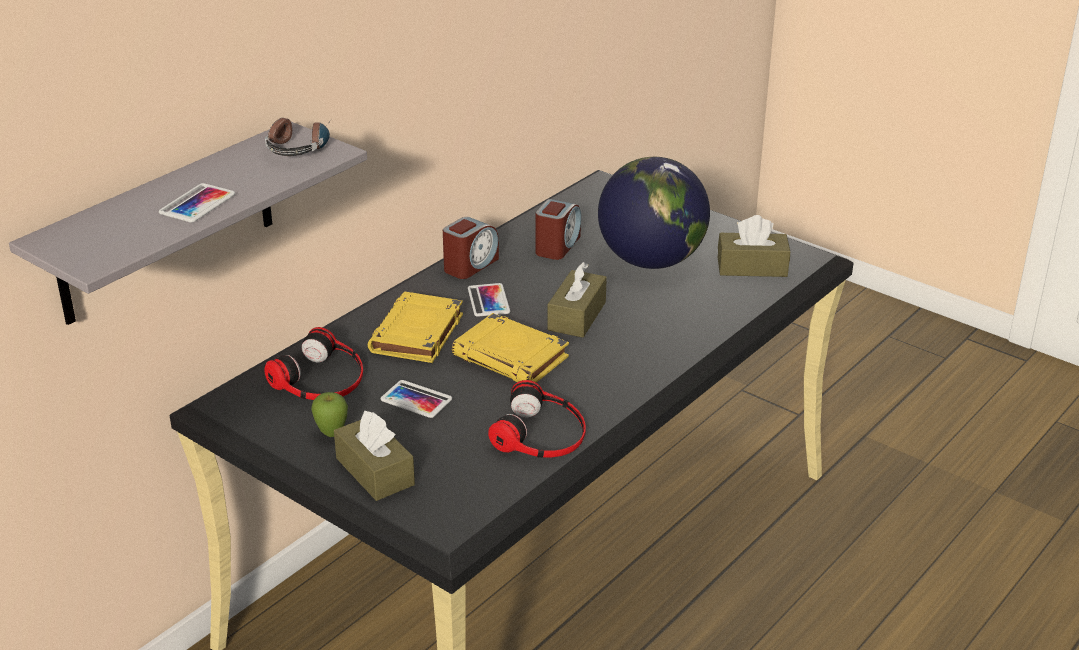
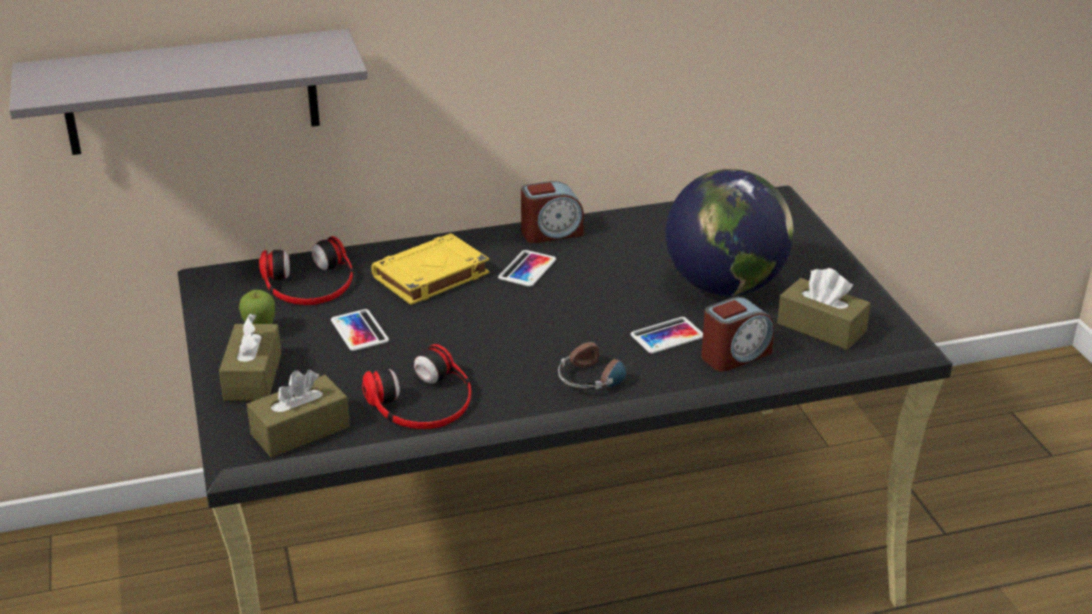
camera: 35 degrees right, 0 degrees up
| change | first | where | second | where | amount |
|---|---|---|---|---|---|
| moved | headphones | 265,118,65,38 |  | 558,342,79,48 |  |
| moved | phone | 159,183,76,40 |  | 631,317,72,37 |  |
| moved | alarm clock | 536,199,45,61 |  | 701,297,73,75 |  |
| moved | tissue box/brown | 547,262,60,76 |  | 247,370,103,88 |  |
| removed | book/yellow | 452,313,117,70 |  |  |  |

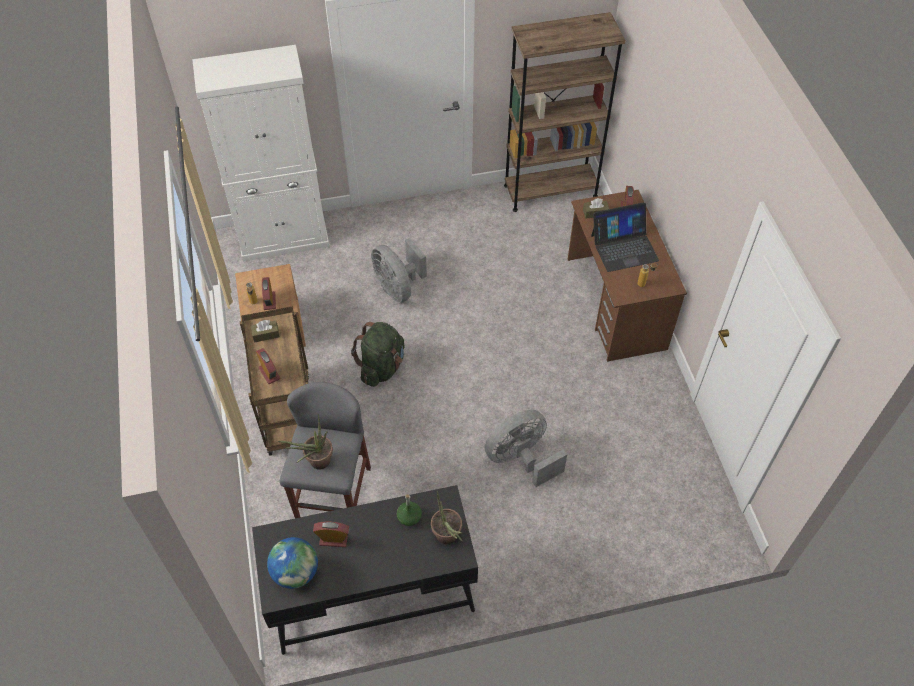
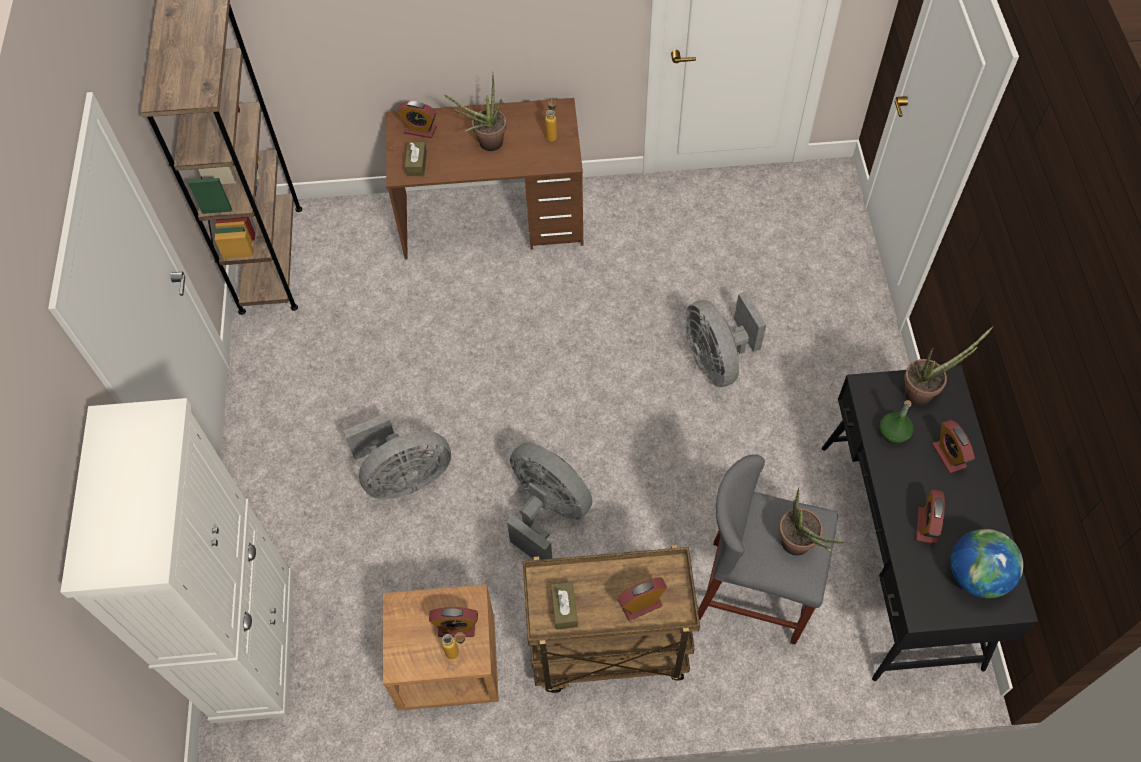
camera: 80 degrees left, 5 degrees up
| change | first | where | second | where | amount |
|---|---|---|---|---|---|
| replaced | laptop | 591,202,68,70 | potted plant | 444,71,63,80 |  |
| replaced | backpack/green | 351,322,54,65 | fan/grey | 507,442,86,118 |  |
| added |  |  | alarm clock | 932,420,43,53 |  |

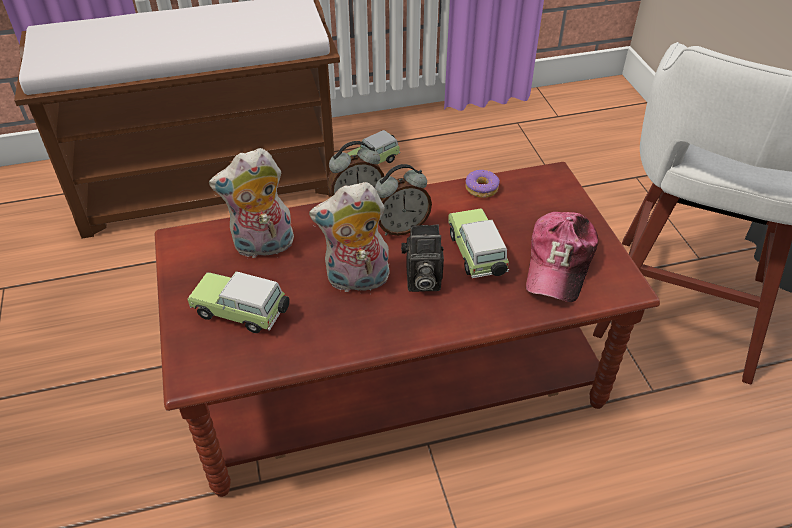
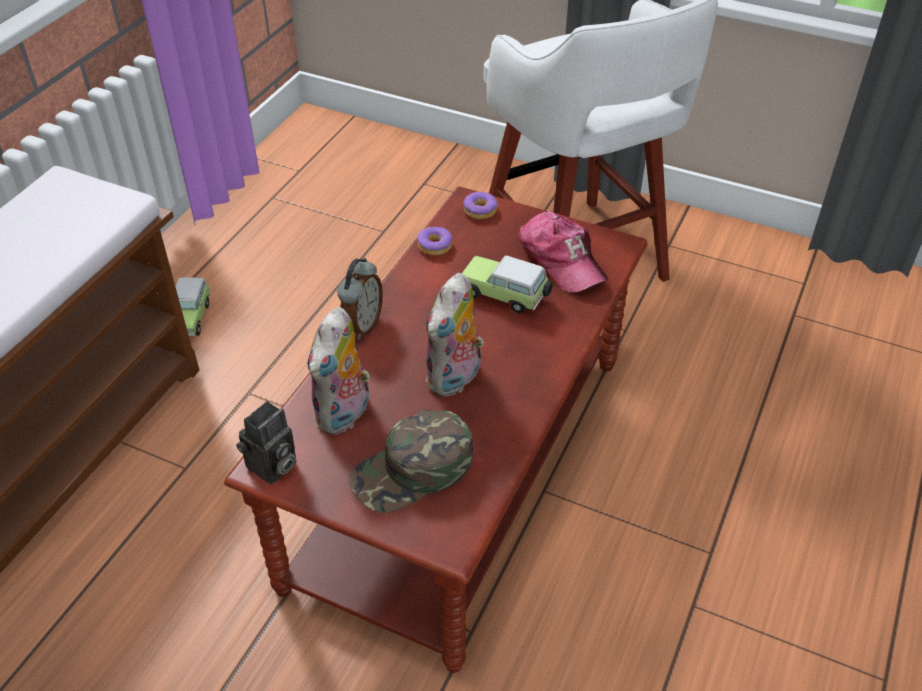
camera: 50 degrees left, 0 degrees up
| change | first | where | second | where | amount |
|---|---|---|---|---|---|
| removed | alarm clock | 375,164,57,72 |  |  |  |
| moved | photo camera | 401,224,43,68 |  | 236,401,61,83 |  |
| replaced | toy car | 187,272,102,61 | cap/green | 349,410,125,103 |  |
| added |  |  | donut | 463,192,35,27 |  |

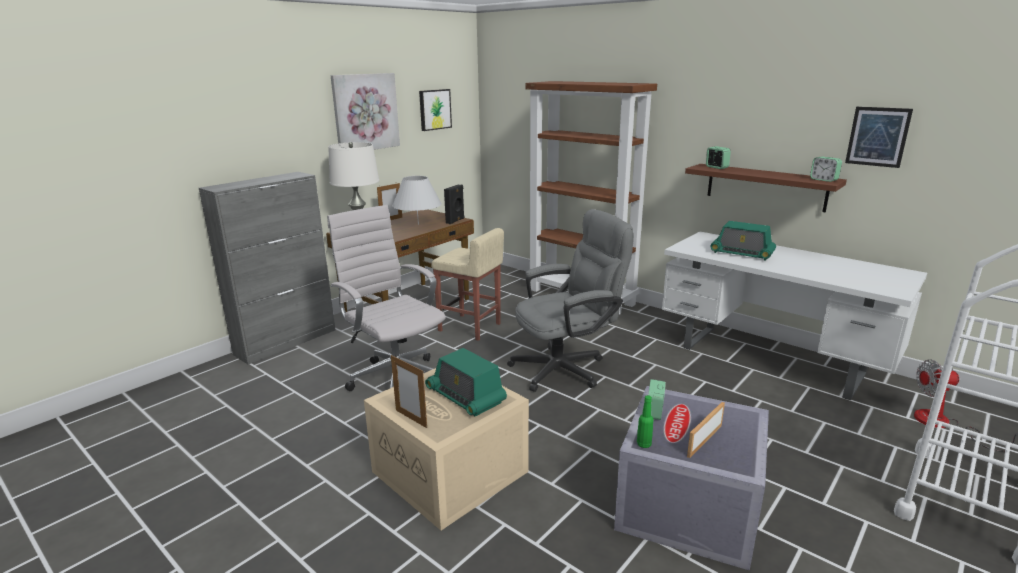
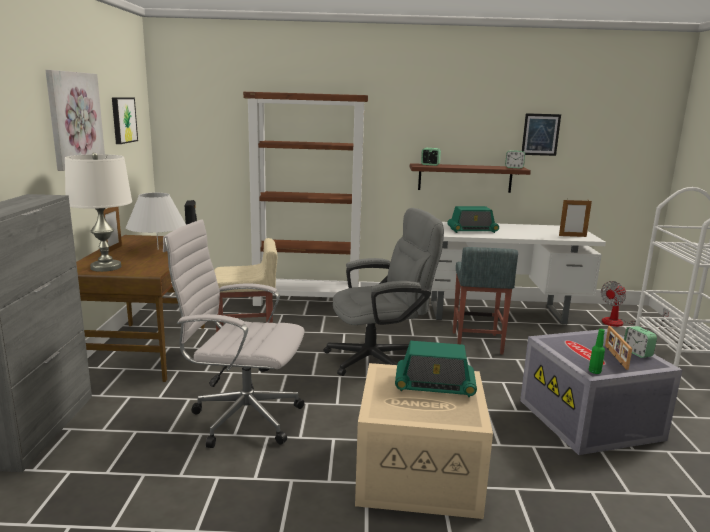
camera: 40 degrees left, 5 degrees down
| change | first | where | second | where | amount |
|---|---|---|---|---|---|
| turned | office chair/grey | 507,209,127,183 |  | 323,208,121,168 | 45 degrees clockwise |
| moved | picture frame | 391,355,36,73 |  | 559,199,33,38 |  |
| moved | alarm clock | 648,379,18,41 |  | 624,326,33,32 |  |
| added |  |  | stool/grey | 453,247,65,107 |  |

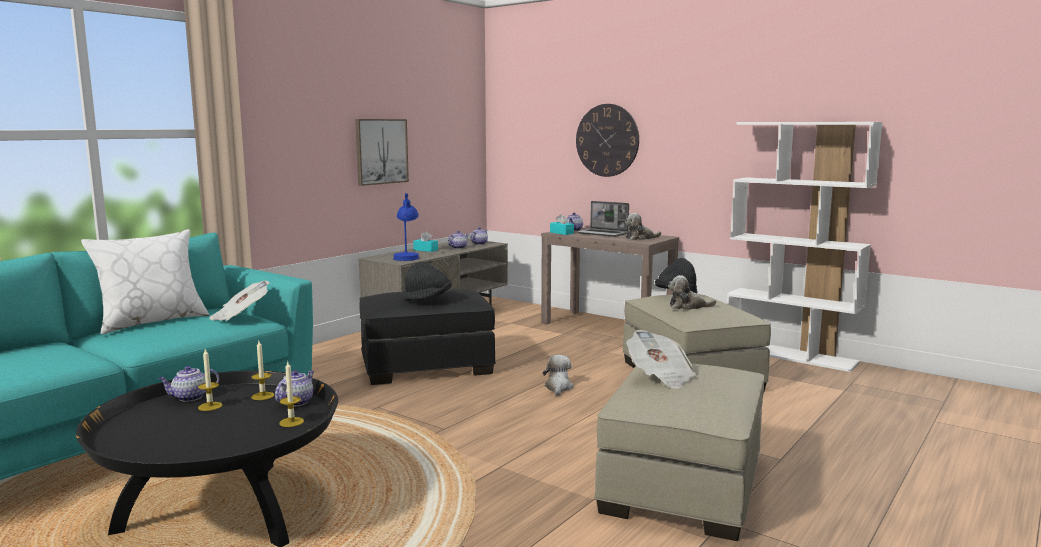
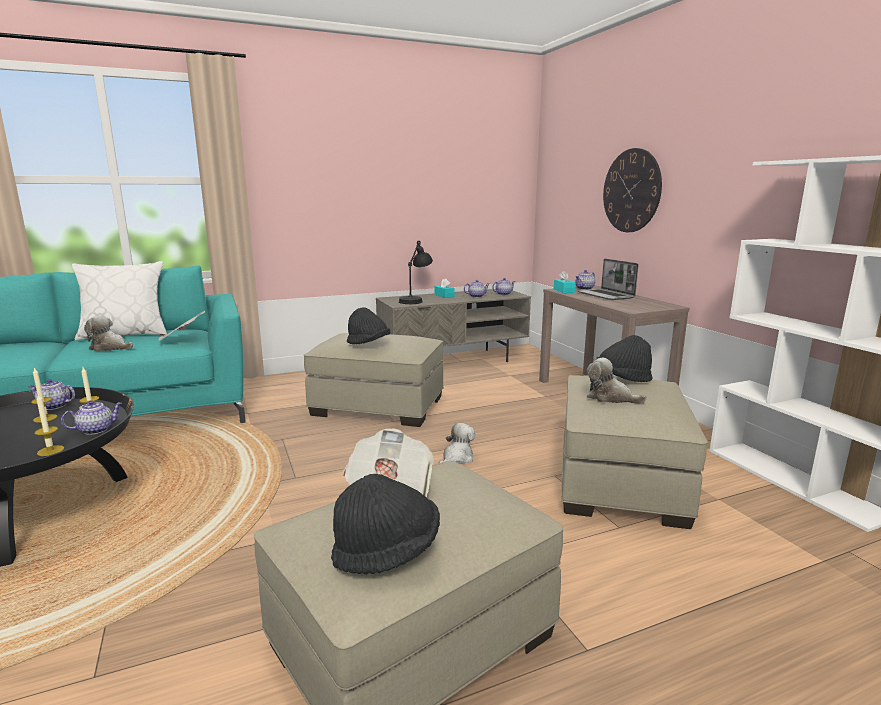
camera: 30 degrees right, 5 degrees up
| change | first | where | second | where | amount |
|---|---|---|---|---|---|
| removed | picture | 355,119,54,67 |  |  |  |
| recoloured | table lamp/blue | 393,193,26,68 | table lamp/black | 399,241,34,63 |  |
| moved | plush toy | 625,213,36,27 |  | 84,315,49,36 |  |
| recoloured | ottoman/black | 359,289,137,96 | ottoman/beige | 304,333,140,94 |  |
| added |  |  | hat/black | 331,474,109,100 |  |

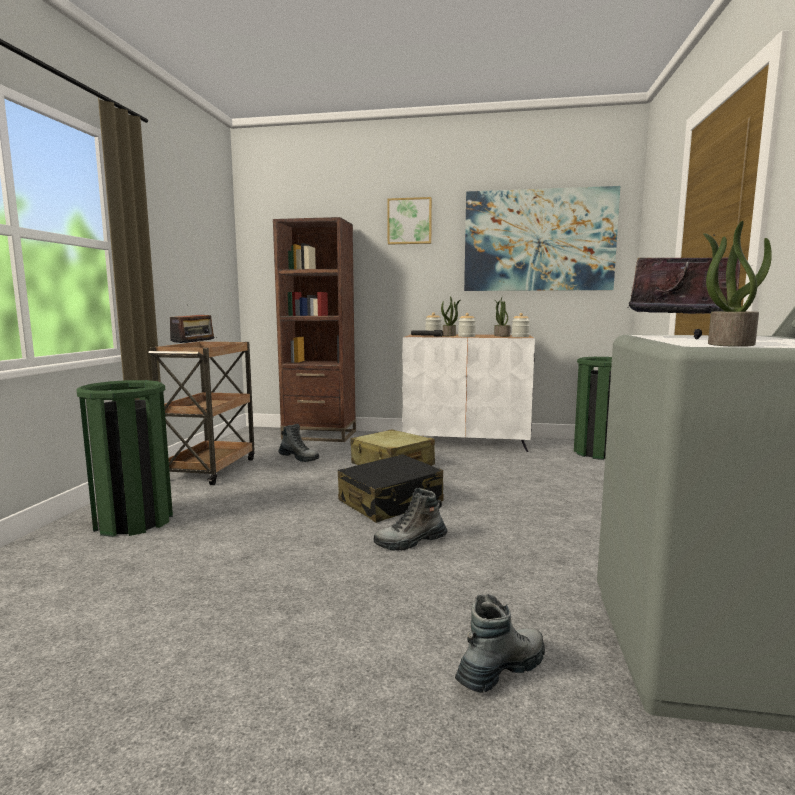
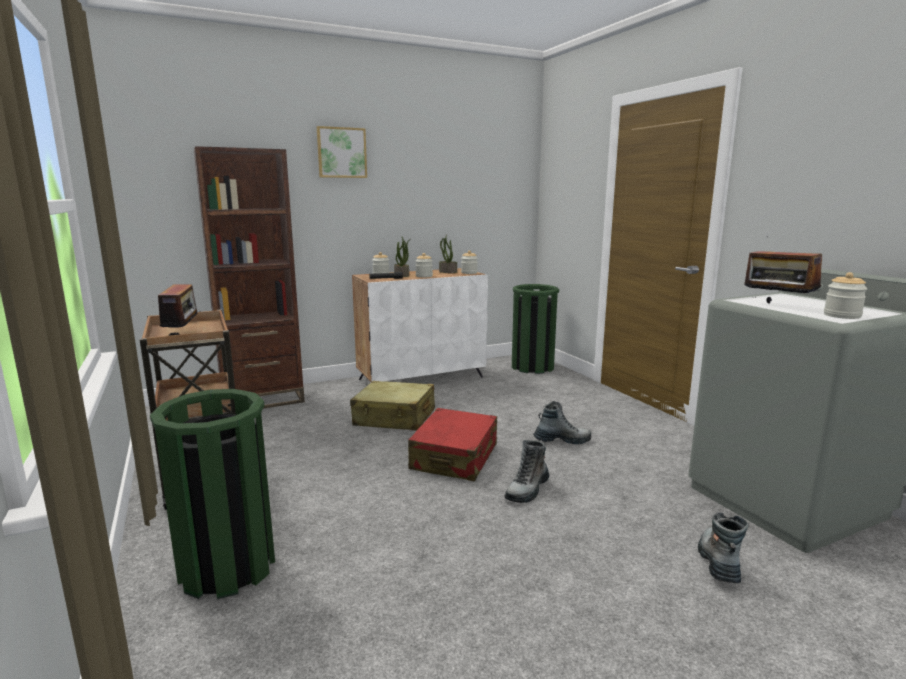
camera: 35 degrees left, 5 degrees up
| change | first | where | second | where | amount |
|---|---|---|---|---|---|
| removed | picture | 464,186,156,105 |  |  |  |
| replaced | potted plant | 703,221,69,126 | jar | 824,272,44,47 |  |
| turned | radio | 627,234,126,105 |  | 744,236,78,68 | 120 degrees counterclockwise |
| moved | boot | 279,424,40,38 |  | 533,401,58,43 |  |
| recoloured | suitcase/black | 338,454,106,69 | suitcase/red | 408,408,89,73 |  |

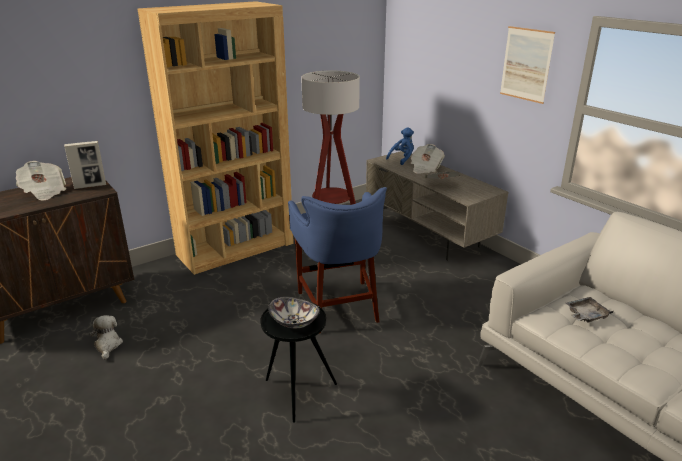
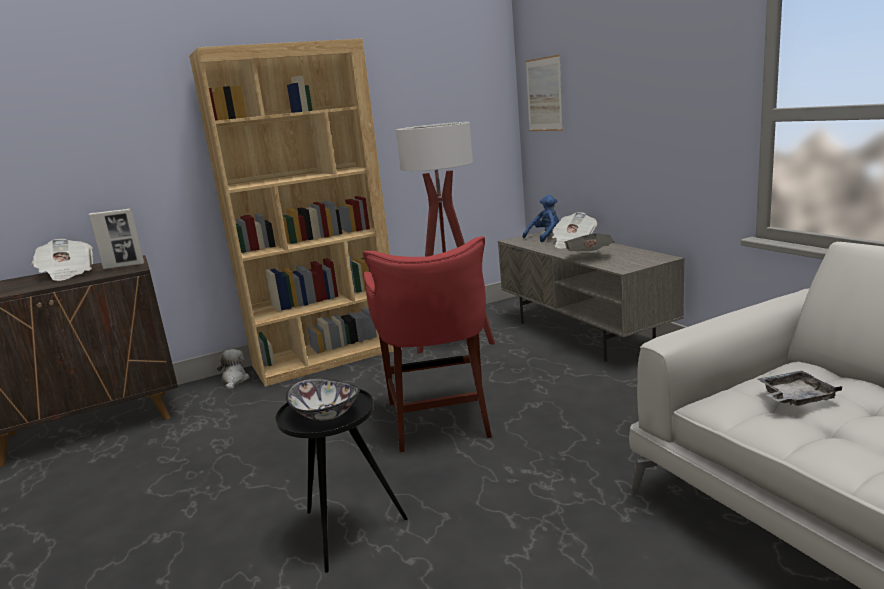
camera: 10 degrees right, 10 degrees down
| change | first | where | second | where | amount |
|---|---|---|---|---|---|
| moved | picture | 500,26,55,78 |  | 525,55,38,76 |  |
| recoloured | stool/blue | 288,187,99,147 | stool/red | 363,236,129,217 |  |
| moved | plush toy | 90,315,33,45 |  | 217,349,33,41 |  |

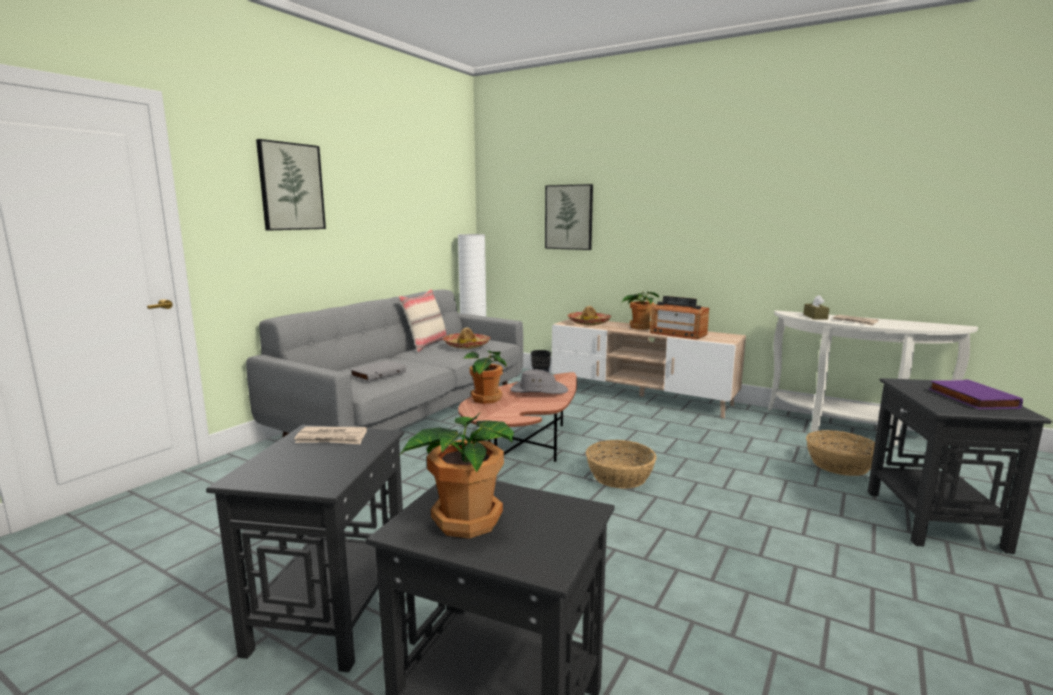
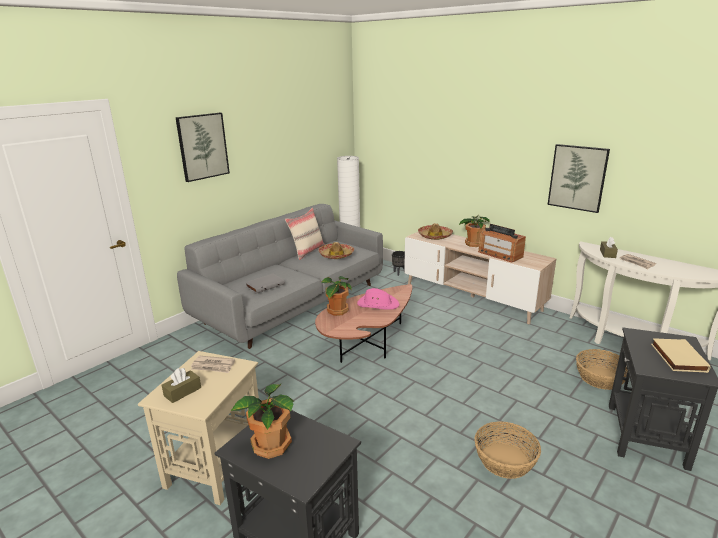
camera: 10 degrees right, 10 degrees up
| change | first | where | second | where | amount |
|---|---|---|---|---|---|
| moved | picture | 545,184,48,66 |  | 548,144,62,69 |  |
| recoloured | hat/grey | 510,369,58,25 | hat/pink | 357,288,42,22 |  |
| recoloured | book/purple | 929,379,94,30 | book/beige | 651,338,59,35 |  |
| recoloured | side table/black | 206,425,198,247 | side table/beige | 138,351,121,154 |  |
| moved | basket | 586,440,71,49 |  | 474,422,67,57 |  |
| added |  |  | tissue box/brown | 161,368,40,35 |  |

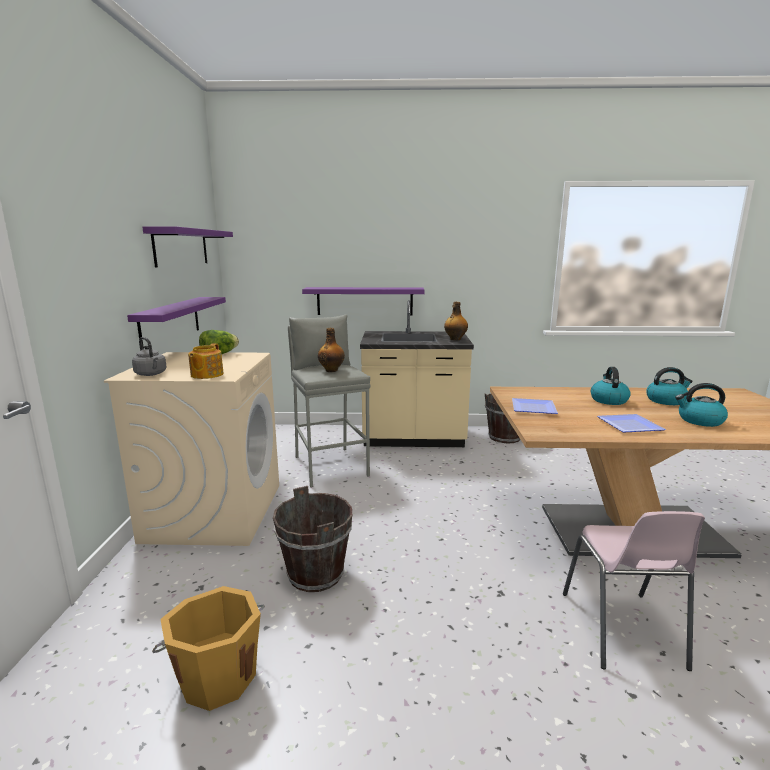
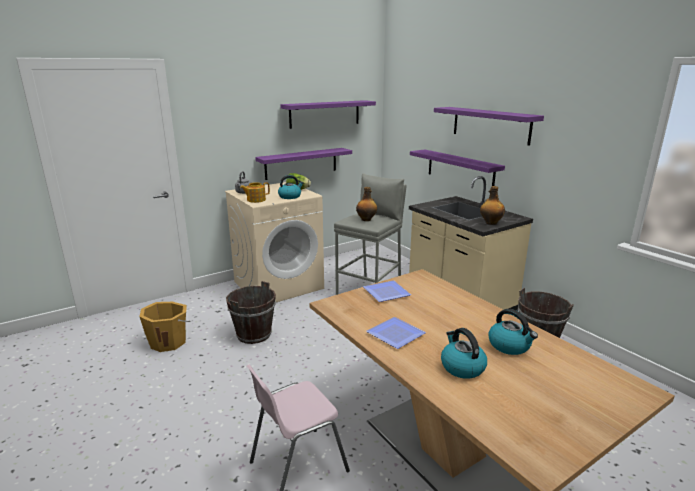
camera: 55 degrees right, 5 degrees up
| change | first | where | second | where | amount |
|---|---|---|---|---|---|
| moved | kettle | 591,367,40,38 |  | 278,175,26,24 |  |
| added |  |  | shelf/purple | 434,107,110,39 |  |

